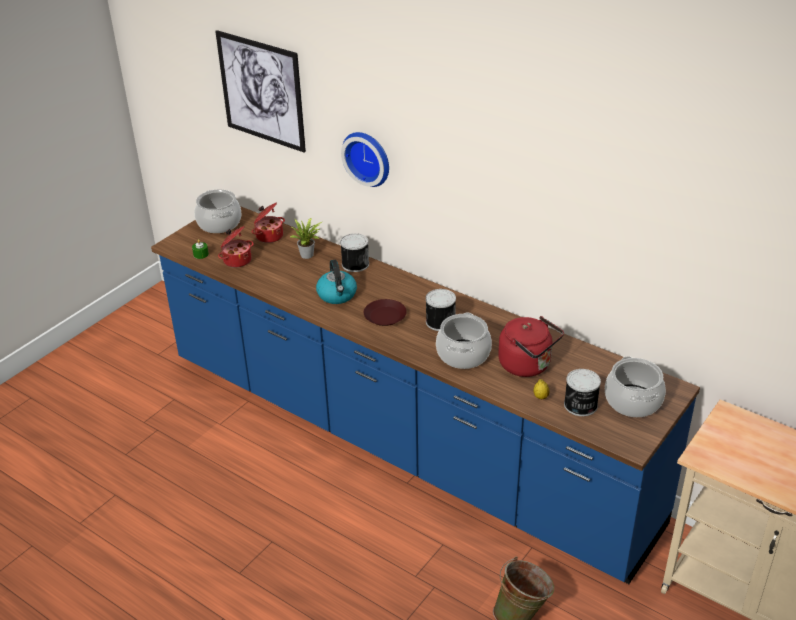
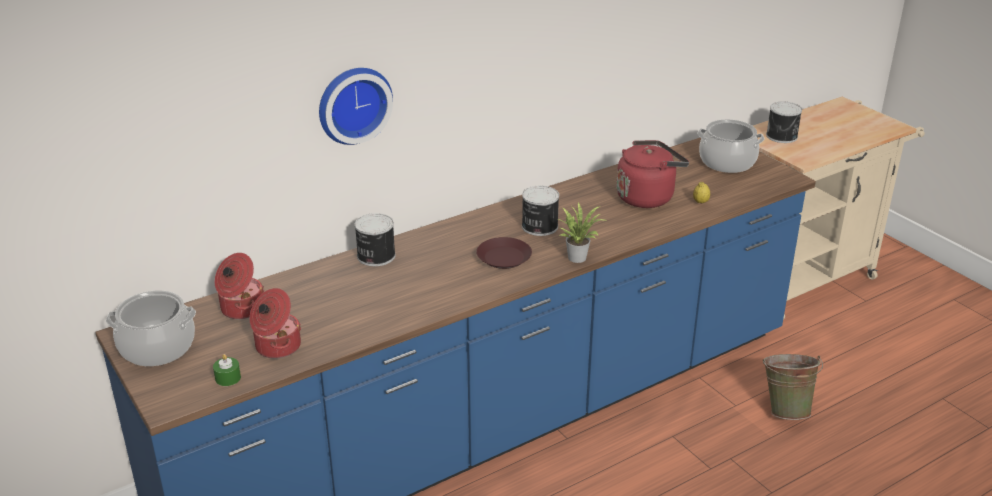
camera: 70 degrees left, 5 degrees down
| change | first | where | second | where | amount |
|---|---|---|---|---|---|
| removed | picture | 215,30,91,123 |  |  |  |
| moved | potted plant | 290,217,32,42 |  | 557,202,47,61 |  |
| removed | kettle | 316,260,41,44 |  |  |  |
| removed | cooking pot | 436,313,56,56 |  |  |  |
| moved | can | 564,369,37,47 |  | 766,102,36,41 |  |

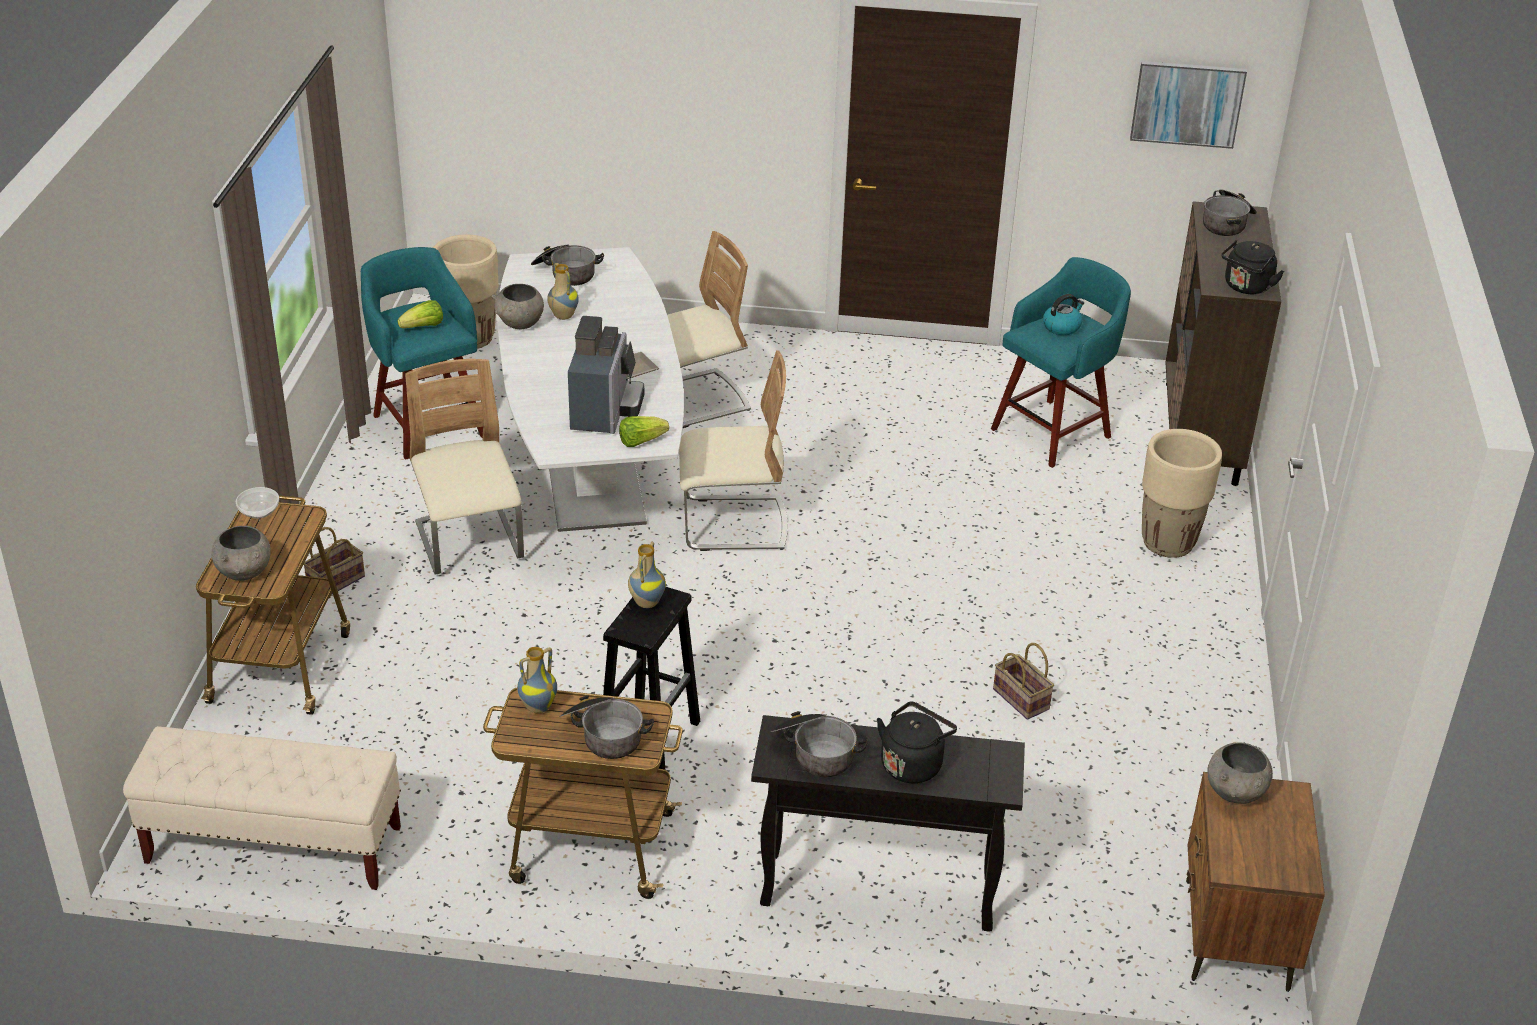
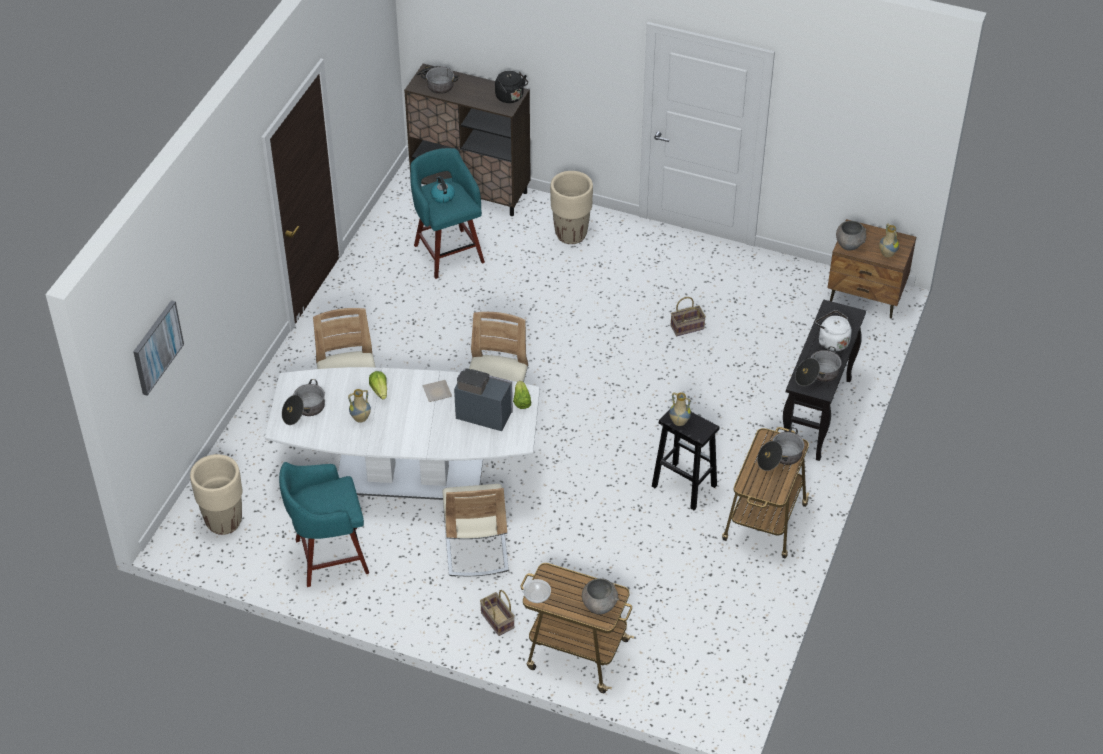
camera: 75 degrees left, 10 degrees up
| change | first | where | second | where | amount |
|---|---|---|---|---|---|
| moved | picture | 1130,61,117,88 |  | 133,300,51,96 |  |
| removed | bowl/grey | 491,284,53,45 |  |  |  |
| moved | lettuce | 398,300,45,28 |  | 369,371,18,28 |  |
| turned | chair/beige | 405,359,119,216 |  | 442,484,67,92 | 90 degrees counterclockwise |
| moved | vase | 517,647,40,66 |  | 879,224,20,33 |  |
| recoloured | kettle/black | 877,701,80,82 | kettle/white | 815,310,37,41 |  |
| removed | bench/beige | 123,726,278,164 |  |  |  |

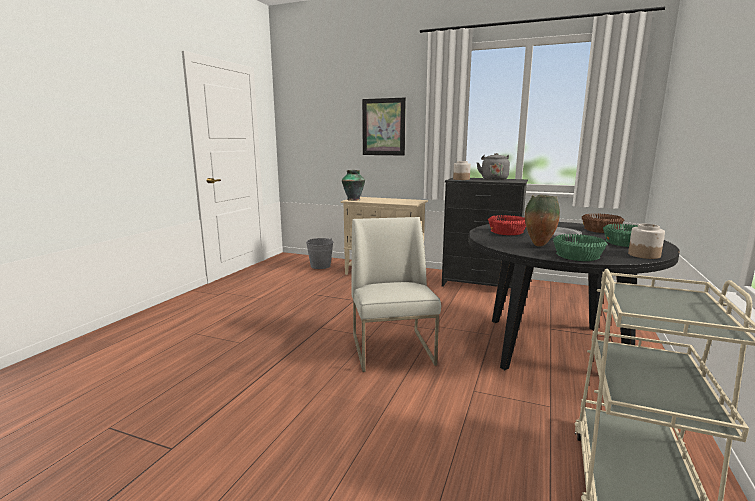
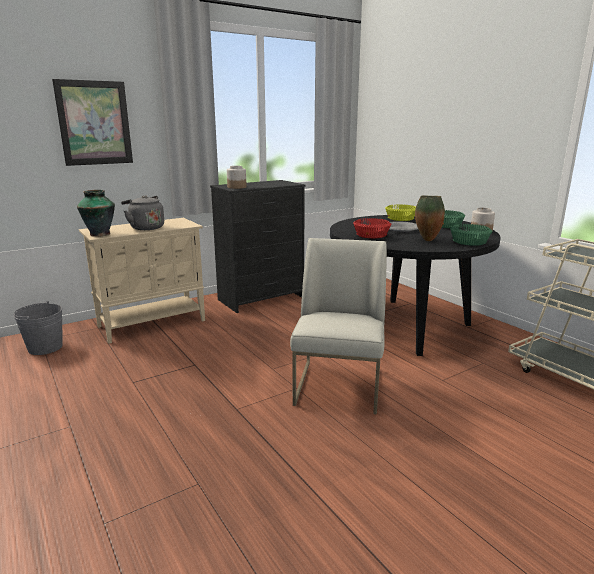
camera: 55 degrees left, 5 degrees up
| change | first | where | second | where | amount |
|---|---|---|---|---|---|
| moved | kettle/grey | 476,153,34,27 |  | 121,195,43,35 |  |
| recoloured | bowl/brown | 582,213,42,20 | bowl/yellow | 385,204,31,17 |  |
| turned | chair/white | 351,217,90,155 |  | 290,238,97,176 | 75 degrees clockwise |

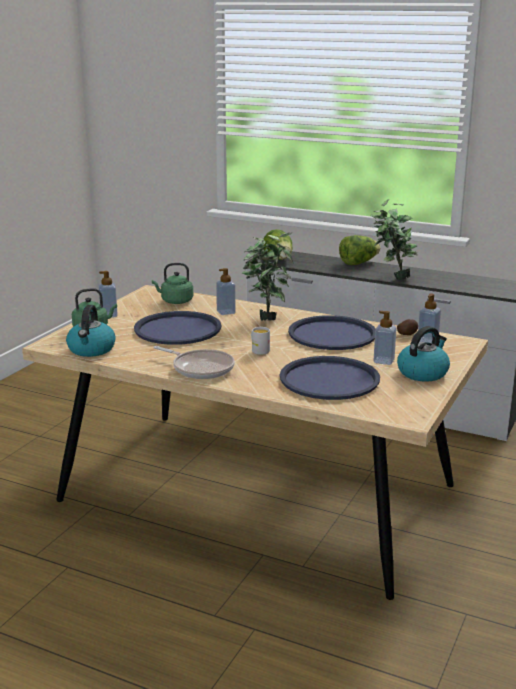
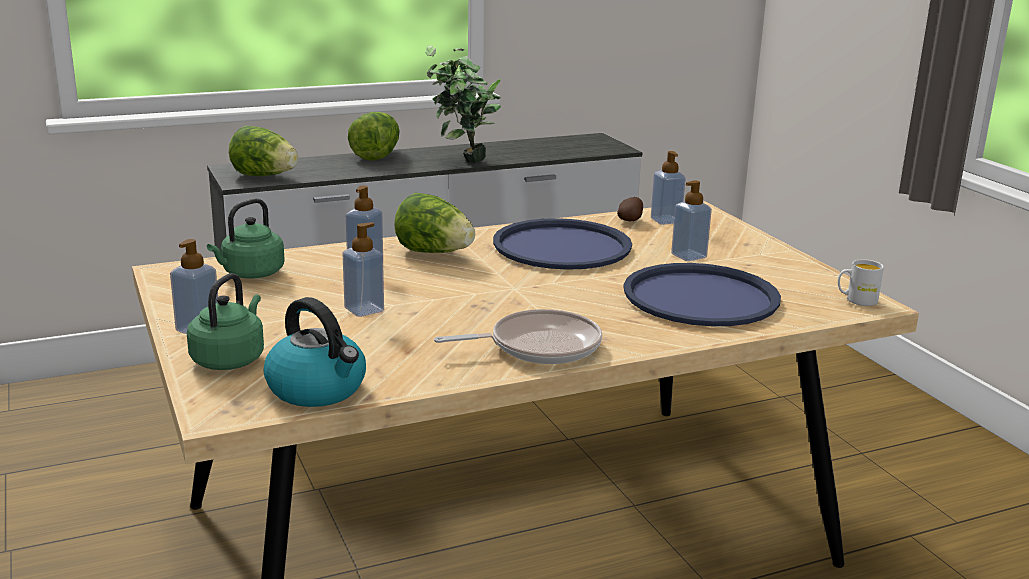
camera: 50 degrees left, 0 degrees up
| change | first | where | second | where | amount |
|---|---|---|---|---|---|
| replaced | potted plant | 242,233,51,88 | lettuce | 394,193,81,60 |  |
| replaced | tray/blue | 134,311,88,34 | soap dispenser | 342,222,42,95 |  |
| removed | kettle | 397,326,53,56 |  |  |  |
| moved | mug/white | 251,327,19,28 |  | 838,259,46,47 |  |

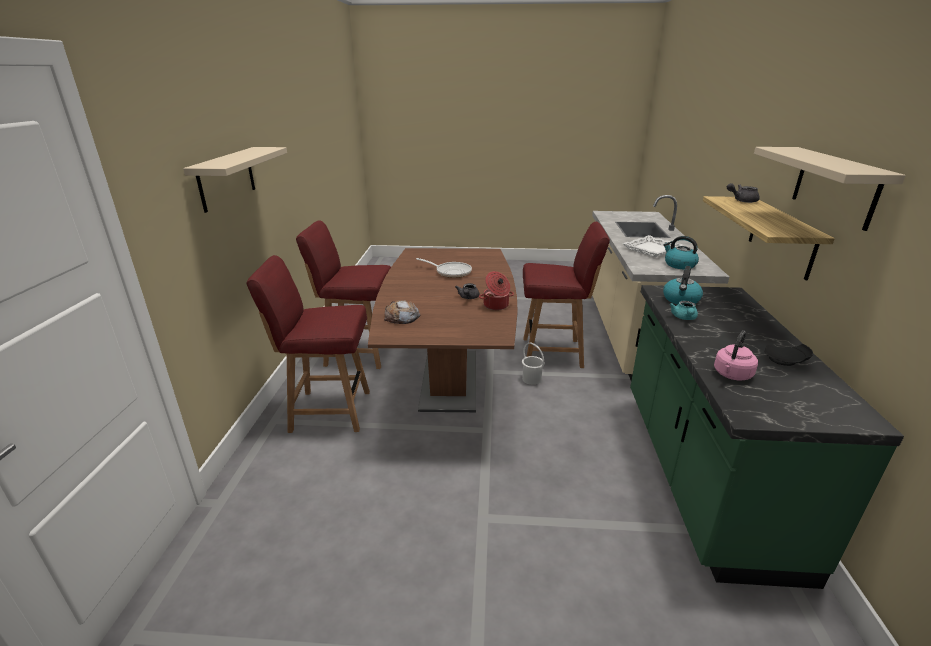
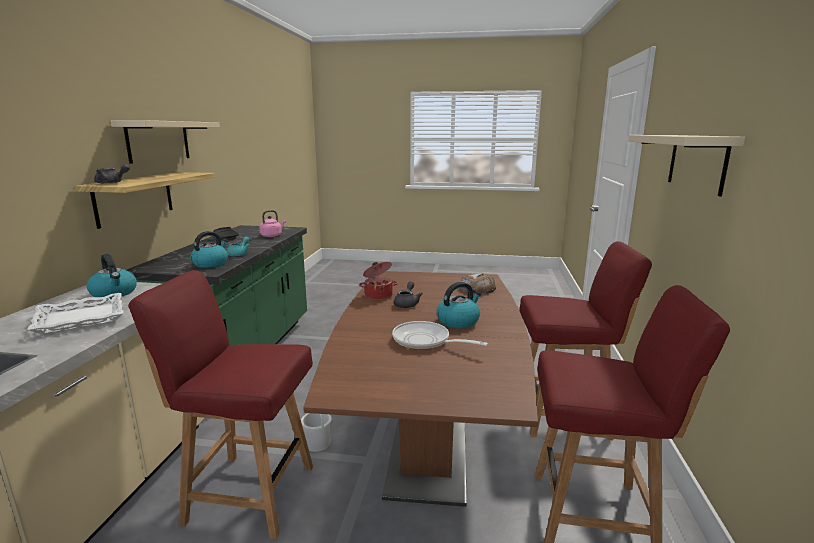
camera: 175 degrees left, 10 degrees down
| change | first | where | second | where | amount |
|---|---|---|---|---|---|
| added |  |  | kettle | 437,282,44,46 |  |

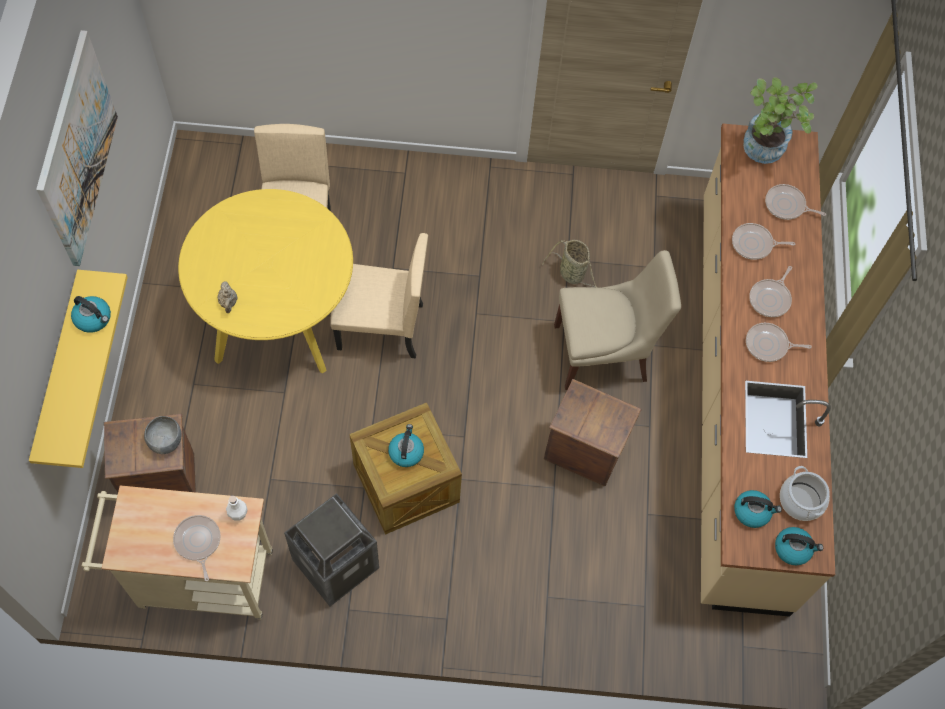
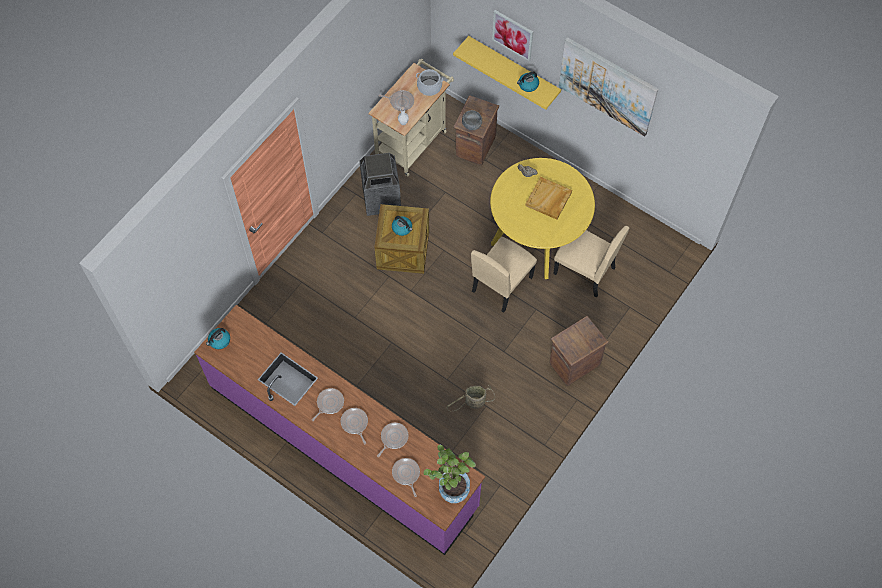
camera: 125 degrees right, 0 degrees up
| change | first | where | second | where | amount |
|---|---|---|---|---|---|
| recoloured | counter/beige | 701,123,134,494 | counter/purple | 194,305,291,250 |  |
| turned | frying pan | 765,184,61,36 |  | 392,458,28,39 | 75 degrees counterclockwise |
| removed | chair/beige | 554,250,127,140 |  |  |  |
| moved | crate | 544,379,97,107 |  | 549,316,60,70 |  |
| moved | cooking pot | 780,466,50,55 |  | 416,69,27,27 |  |
| removed | kettle | 734,490,48,38 |  |  |  |
| added |  |  | picture | 492,10,41,51 |  |
| added |  |  | tray/beige | 525,177,47,43 |  |

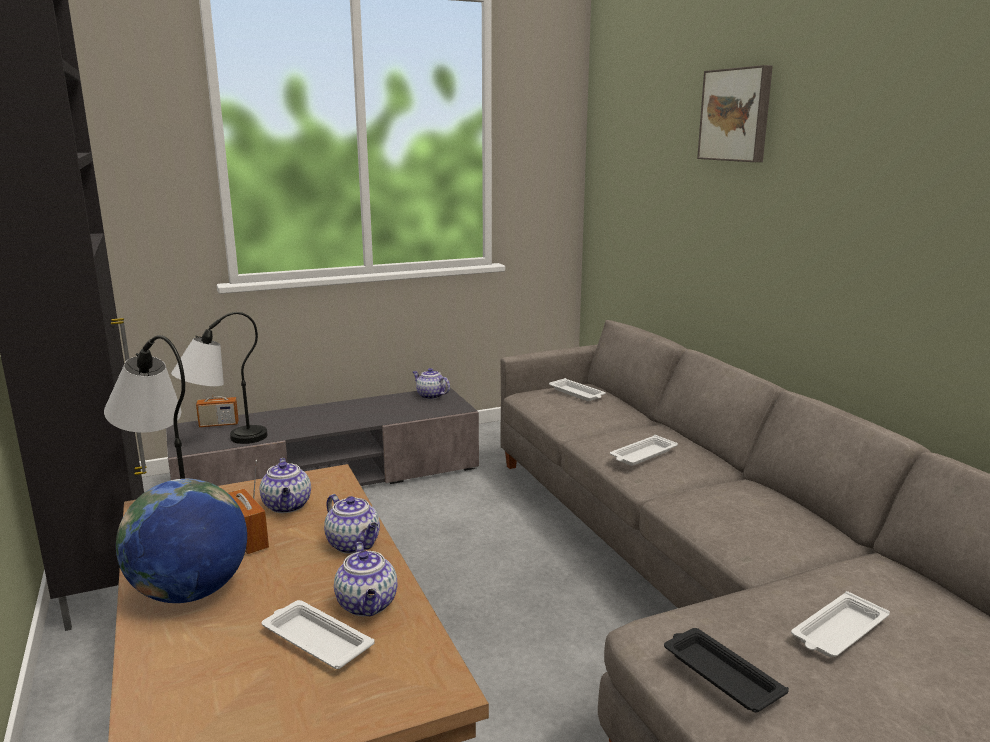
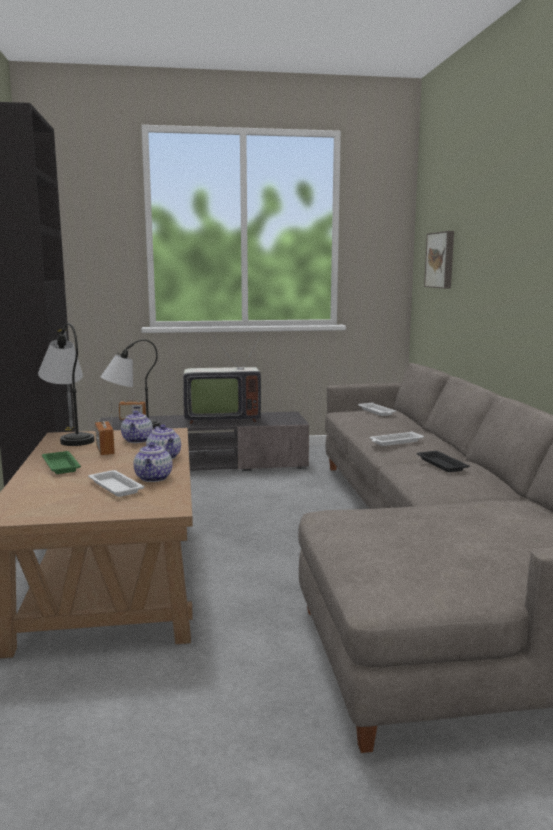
camera: 15 degrees right, 5 degrees down
| change | first | where | second | where | amount |
|---|---|---|---|---|---|
| moved | picture | 697,65,76,97 |  | 424,231,30,58 |  |
| removed | teapot | 413,368,37,32 |  |  |  |
| replaced | globe | 116,479,131,124 | tray/green | 42,451,39,23 |  |
| removed | tray/white | 791,591,99,66 |  |  |  |
| moved | tray/black | 664,628,125,84 |  | 417,451,53,21 |  |
| added |  |  | television | 183,333,79,91 |  |

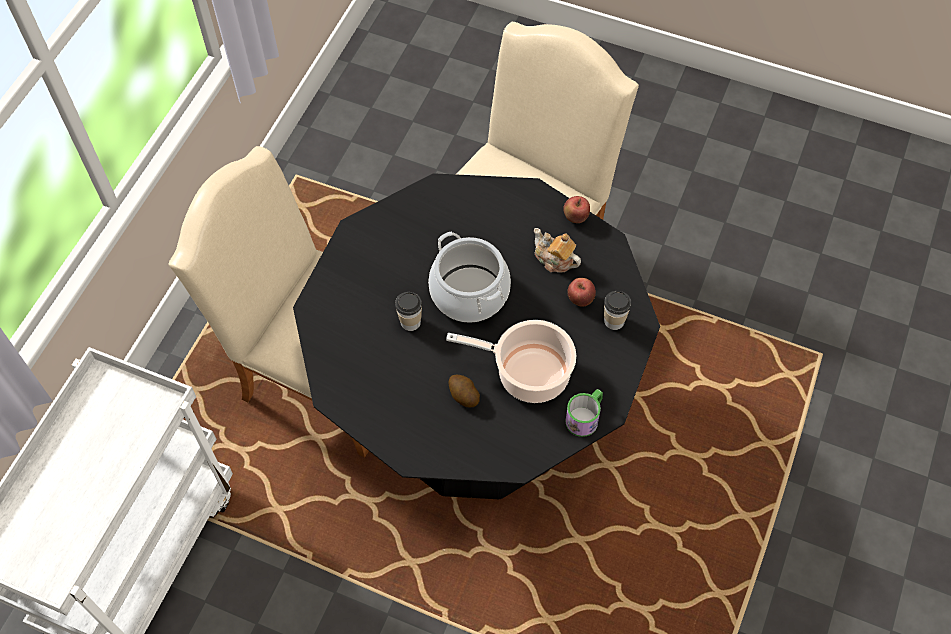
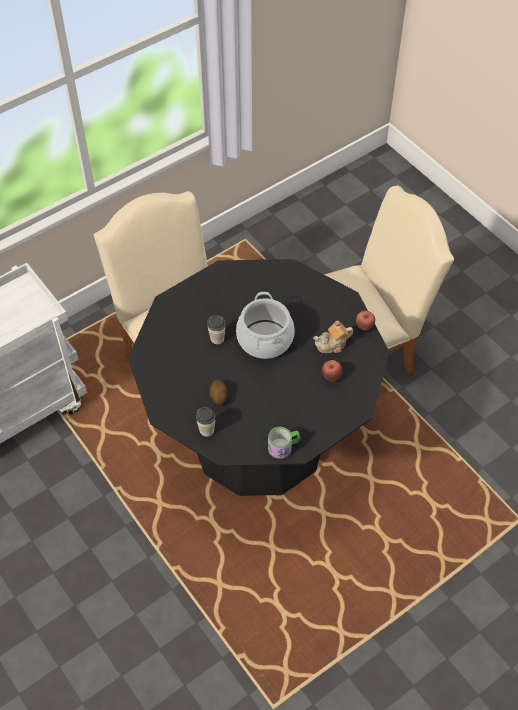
camera: 30 degrees right, 5 degrees down
| change | first | where | second | where | amount |
|---|---|---|---|---|---|
| turned | teapot | 534,228,47,45 |  | 313,321,40,32 | 90 degrees counterclockwise |
| moved | cup | 604,291,27,39 |  | 196,407,20,30 |  |
| removed | cooking pot | 446,320,130,83 |  |  |  |

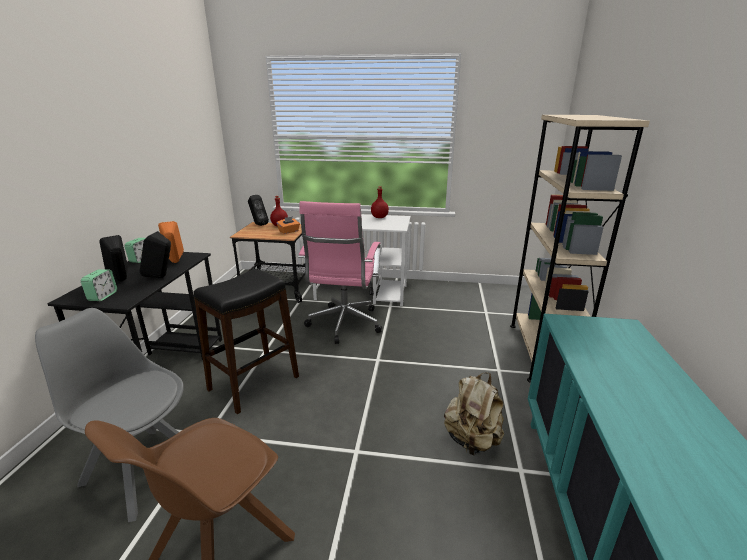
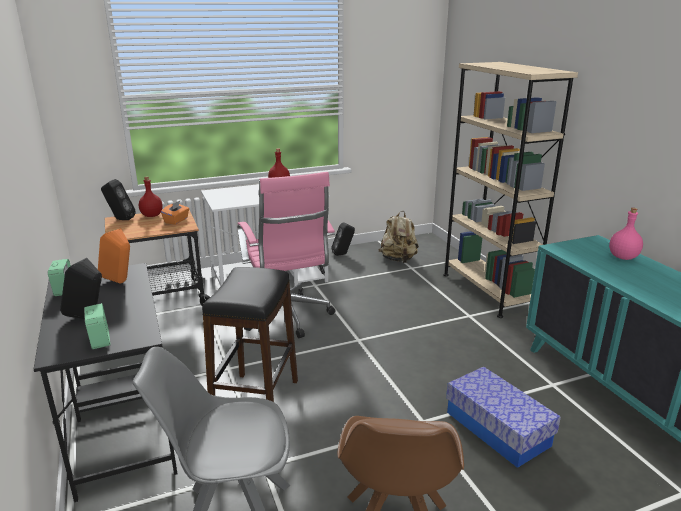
camera: 30 degrees left, 0 degrees up
| change | first | where | second | where | amount |
|---|---|---|---|---|---|
| moved | speaker/black | 139,231,32,47 |  | 332,222,23,34 |  |
| moved | backpack/beige | 444,372,60,84 |  | 378,211,41,52 |  |
| added |  |  | bottle/pink | 609,208,34,52 |  |
| added |  |  | storage box | 446,367,115,101 |  |

